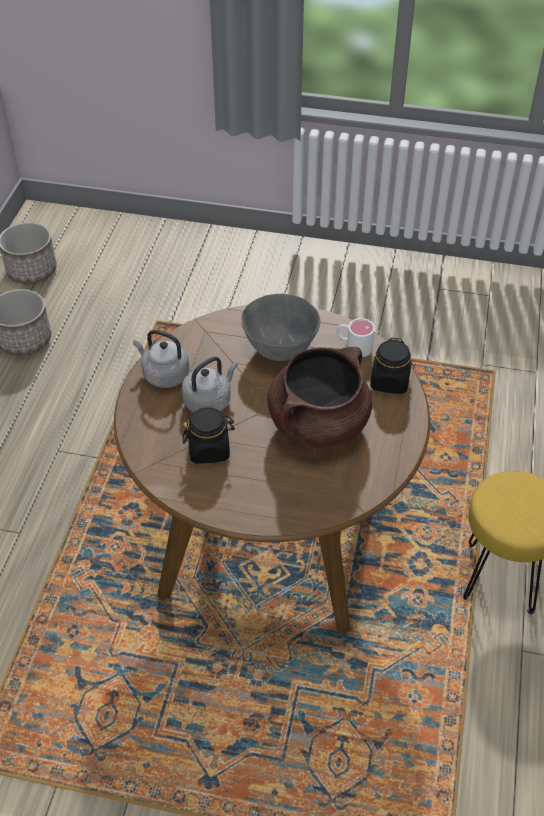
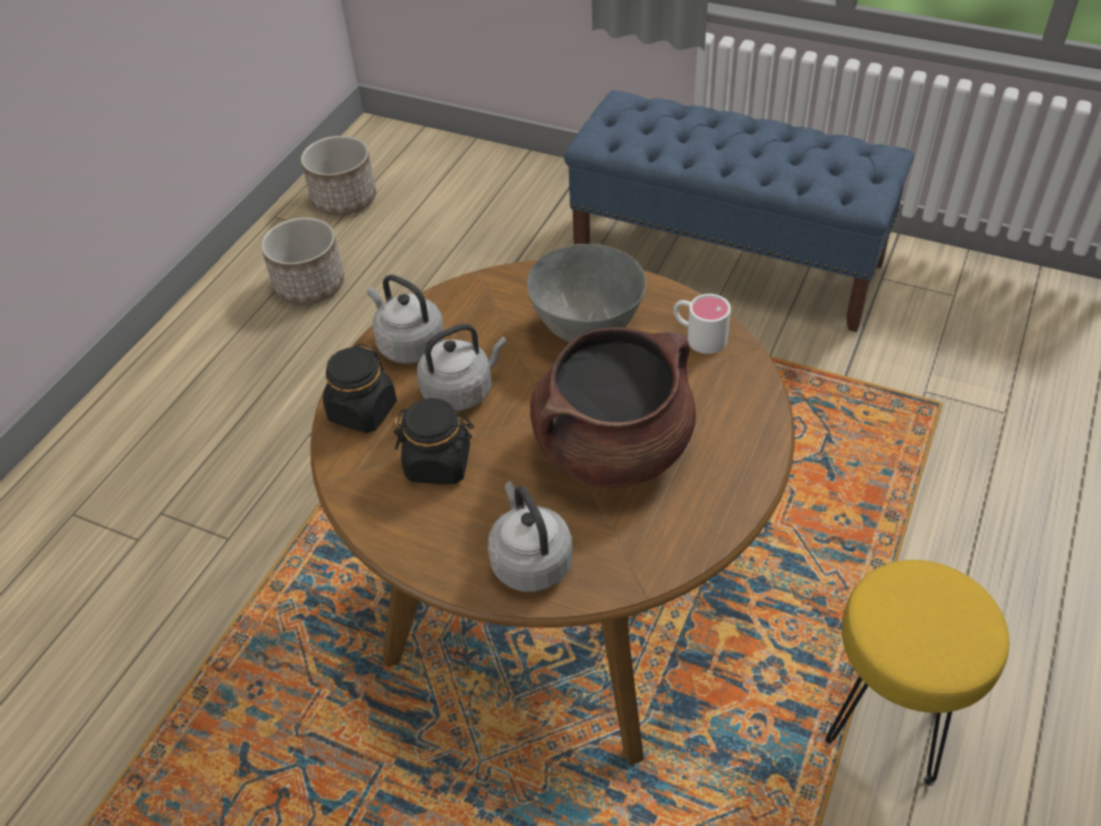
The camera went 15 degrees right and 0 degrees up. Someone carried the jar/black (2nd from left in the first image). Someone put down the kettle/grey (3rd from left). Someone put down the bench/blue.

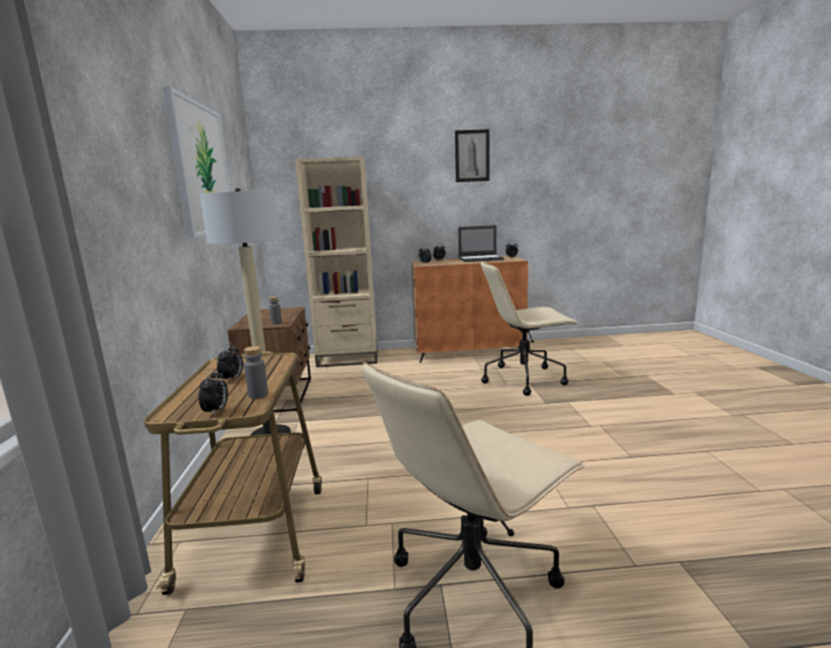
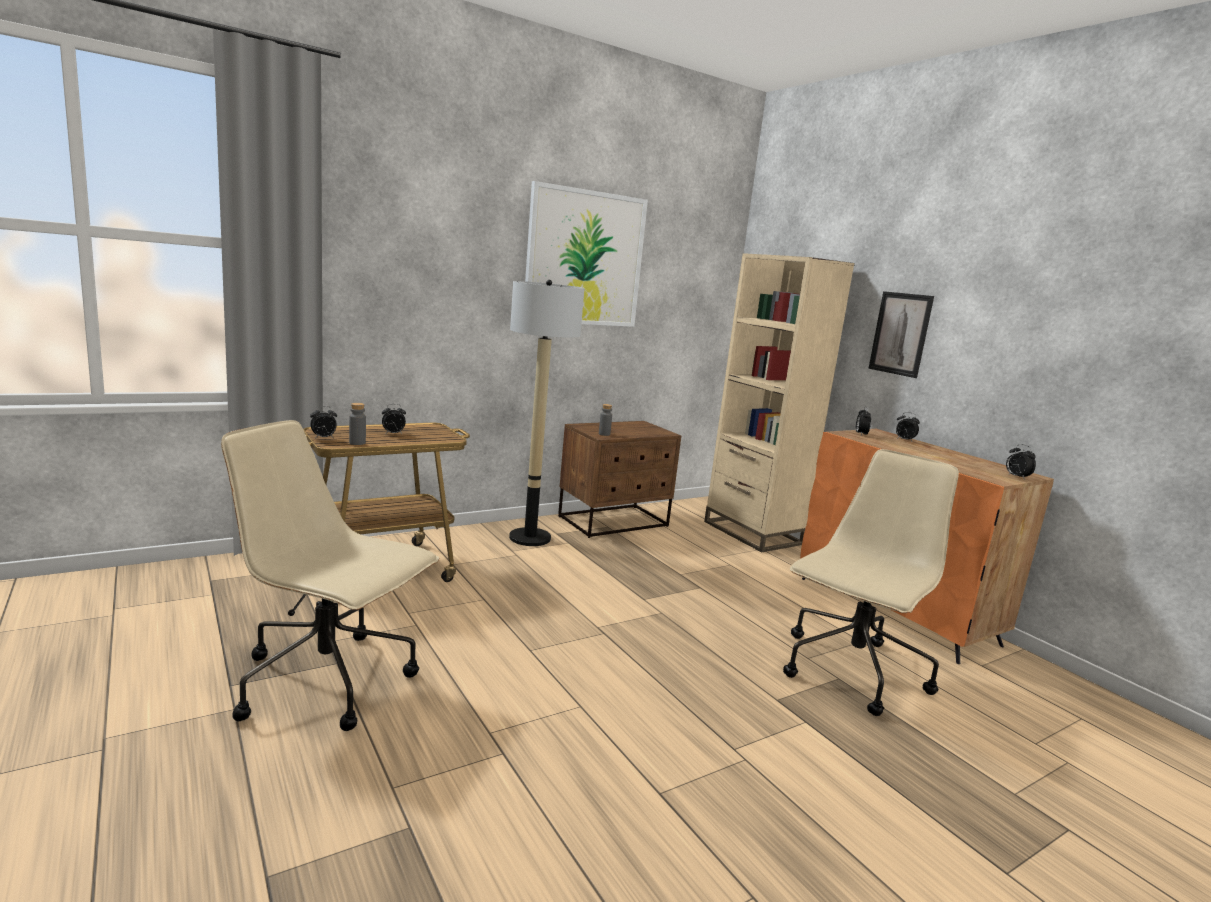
The camera went 60 degrees right and 0 degrees up. Someone rotated the office chair/beige (2nd from left) by 75 degrees clockwise. Someone carried the picture (2nd from left). Someone took away the laptop.

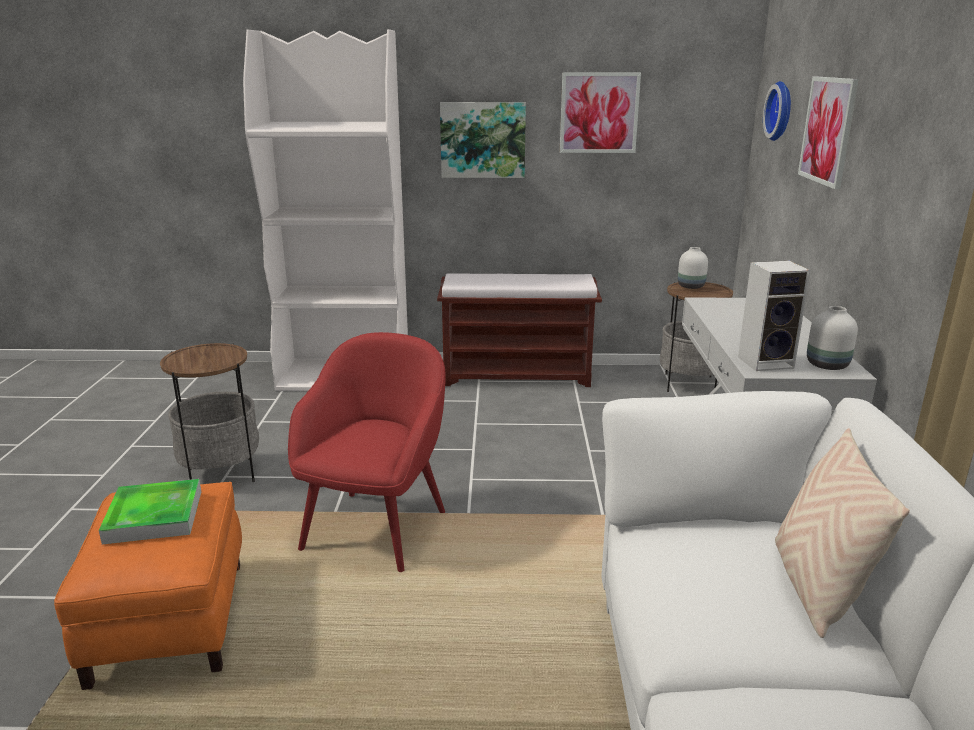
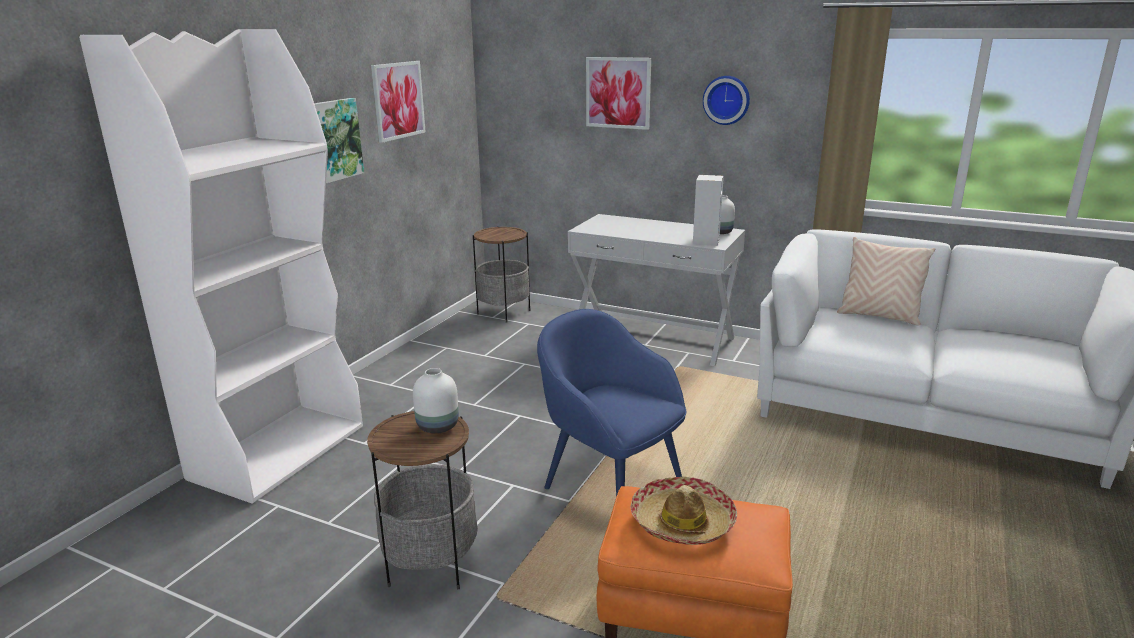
The camera went 65 degrees left and 0 degrees up. Someone carried the vase/white (1st from left). Someone repainted the armchair/red, which became the armchair/blue. Someone swapped the tray for the hat. Someone carried the wall clock. Someone took away the bench/brown.

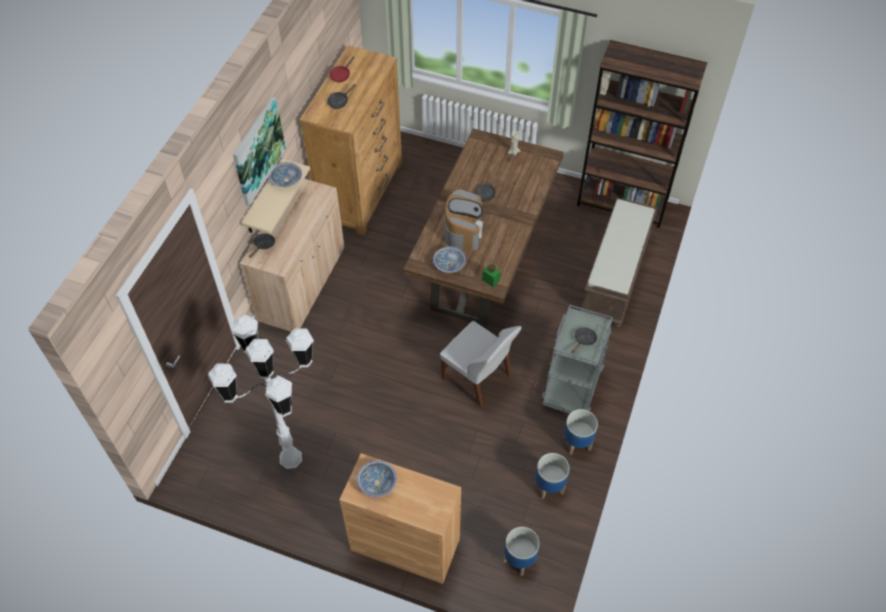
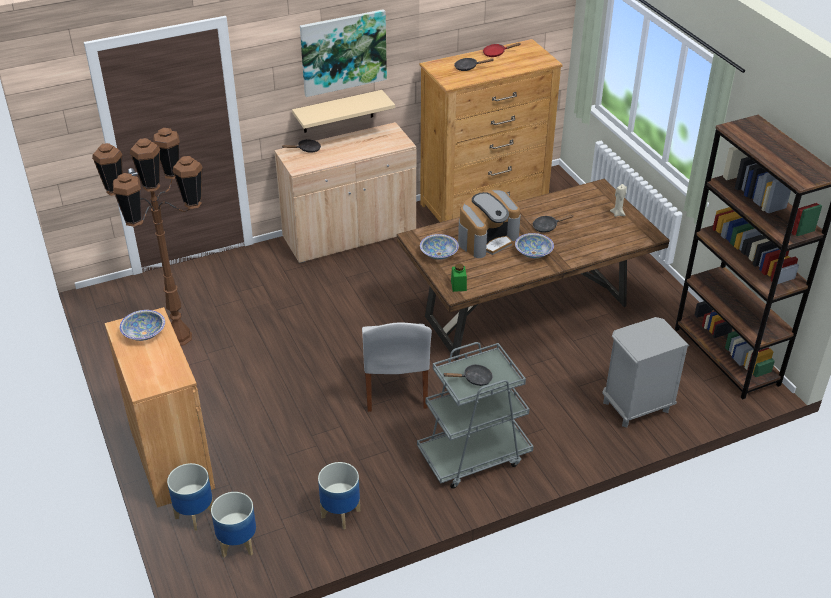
The camera went 45 degrees right and 15 degrees down. Someone repainted the floor lamp/white, which became the floor lamp/brown. Someone carried the planter (3rd from left in the first image). Someone carried the bowl (1st from left in the first image). Someone swapped the bench/brown for the nightstand/grey.

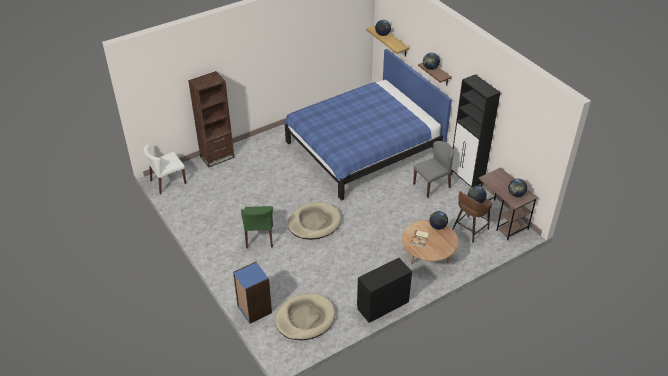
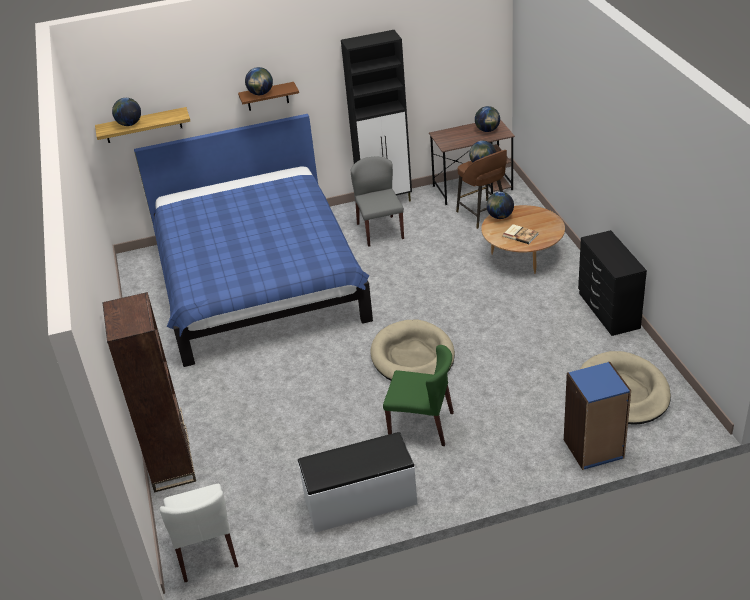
The camera went 70 degrees left and 5 degrees down. Someone put down the bench/white.

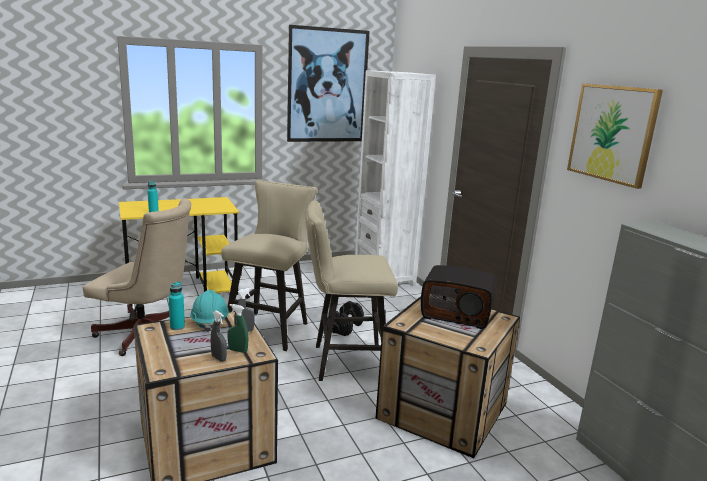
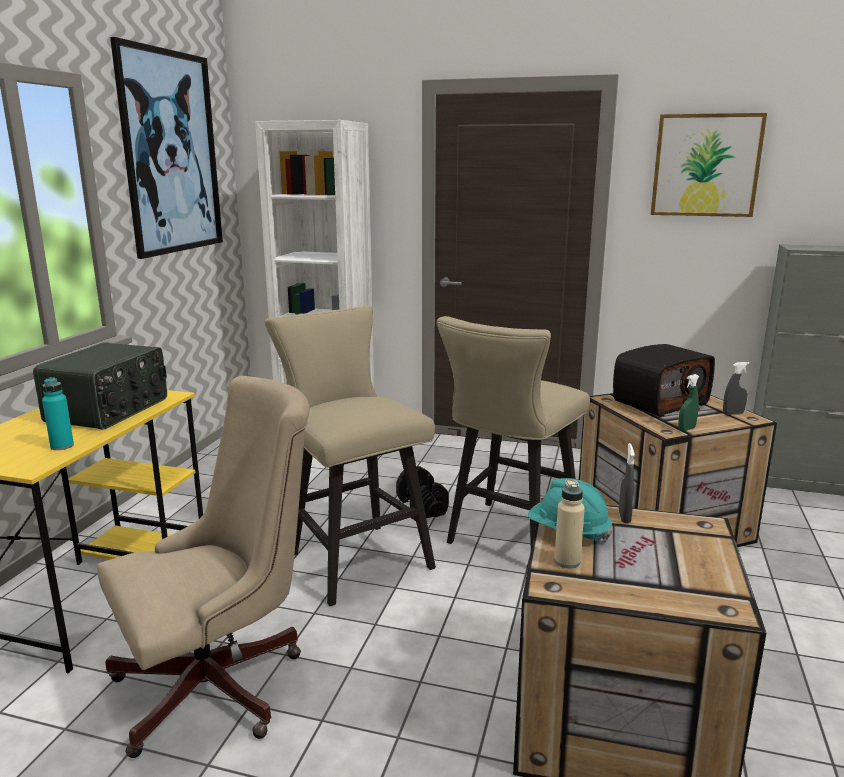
The camera went 50 degrees left and 0 degrees up. Someone put down the radio (1st from left). Someone repainted the bottle/turquoise (2nd from left), which became the bottle/beige. Someone carried the spray bottle/green. Someone carried the spray bottle/grey (1st from left in the first image).

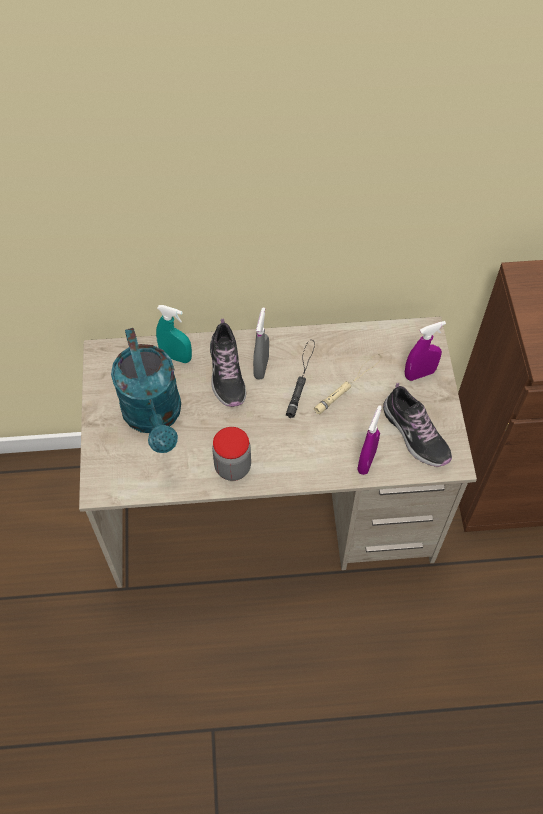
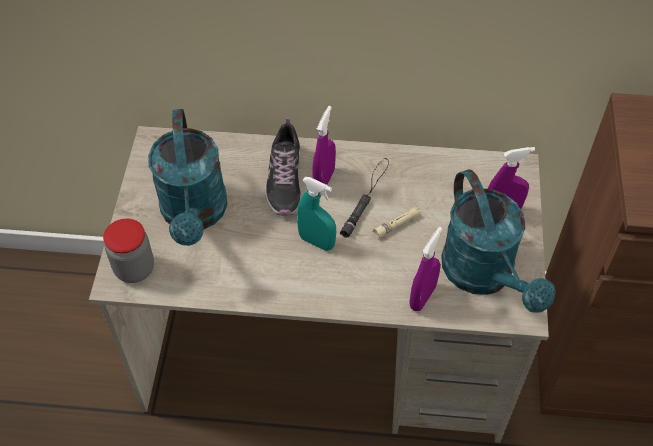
The camera went 10 degrees right and 5 degrees down. Someone carried the jar. Someone carried the spray bottle/turquoise. Someone repainted the spray bottle/grey, which became the spray bottle/purple (1st from left). Someone swapped the shoe (2nd from left) for the watering can/turquoise (2nd from left).

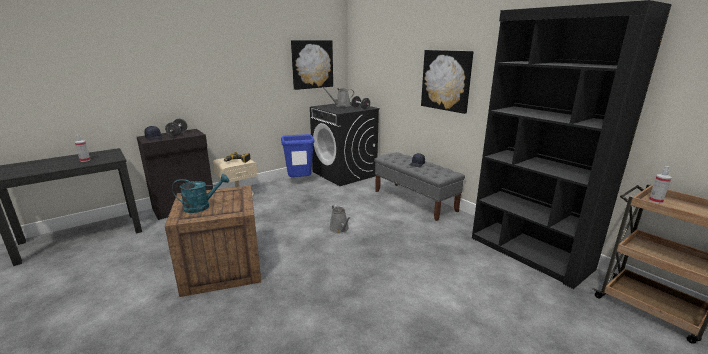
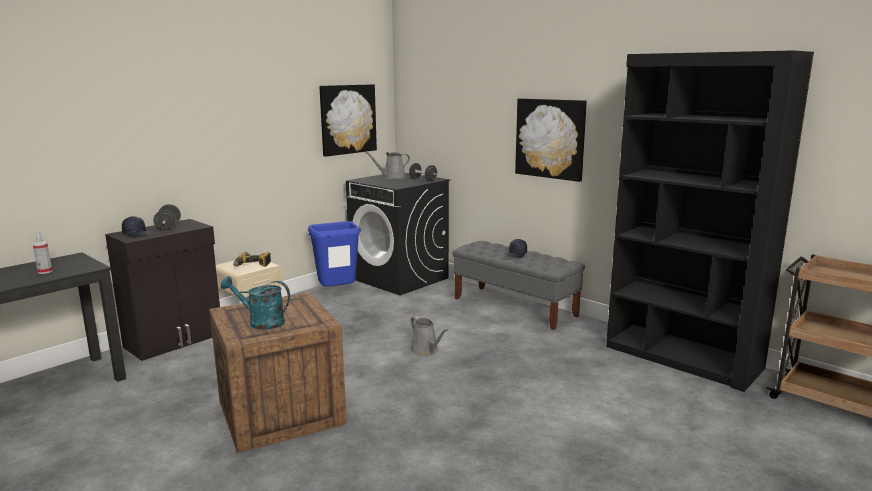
The camera went 10 degrees left and 5 degrees down. Someone rotated the watering can/turquoise by 135 degrees counterclockwise. Someone took away the spray bottle (2nd from left).

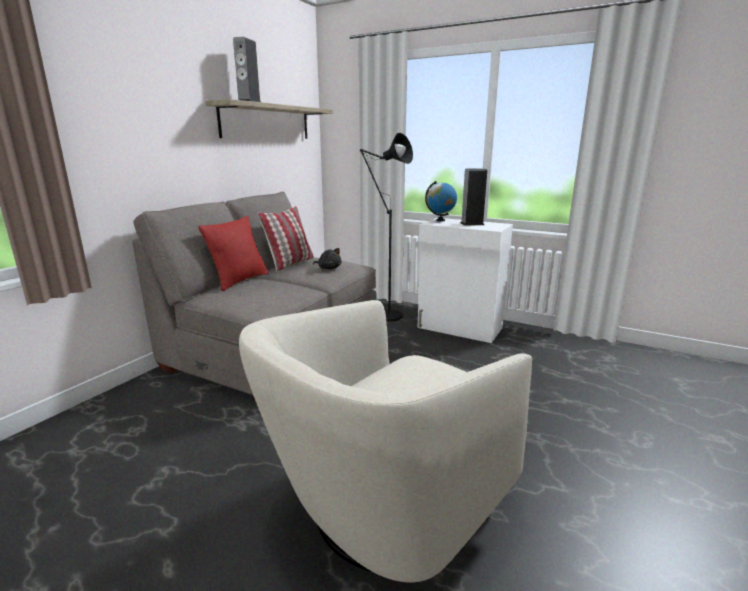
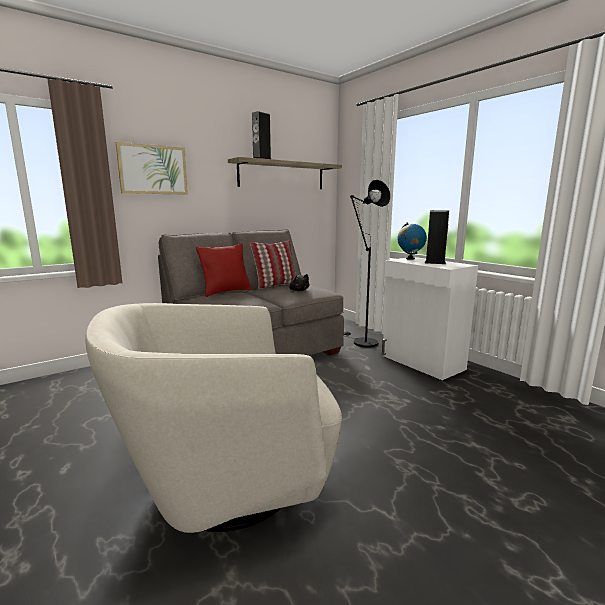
The camera went 25 degrees right and 5 degrees down. Someone put up the picture.

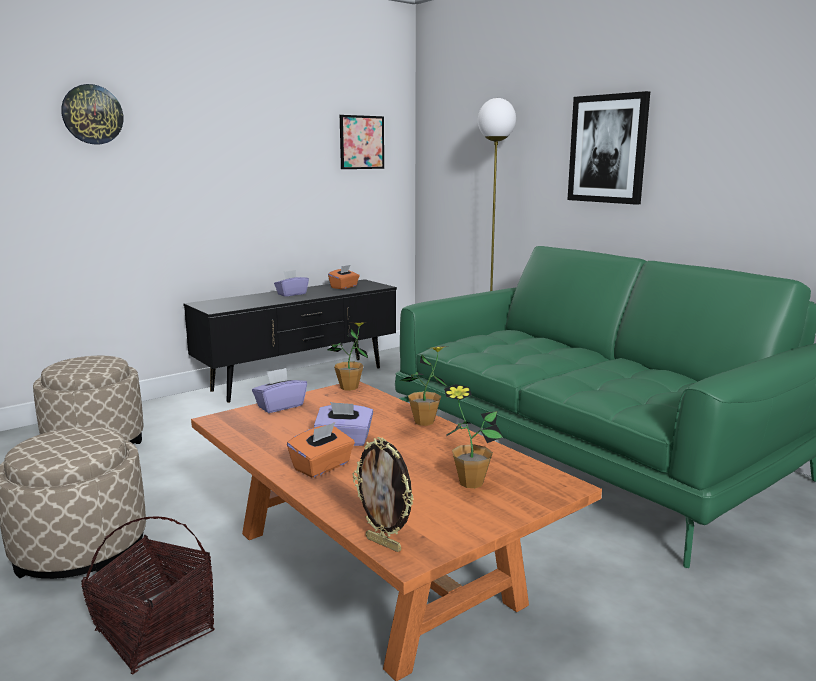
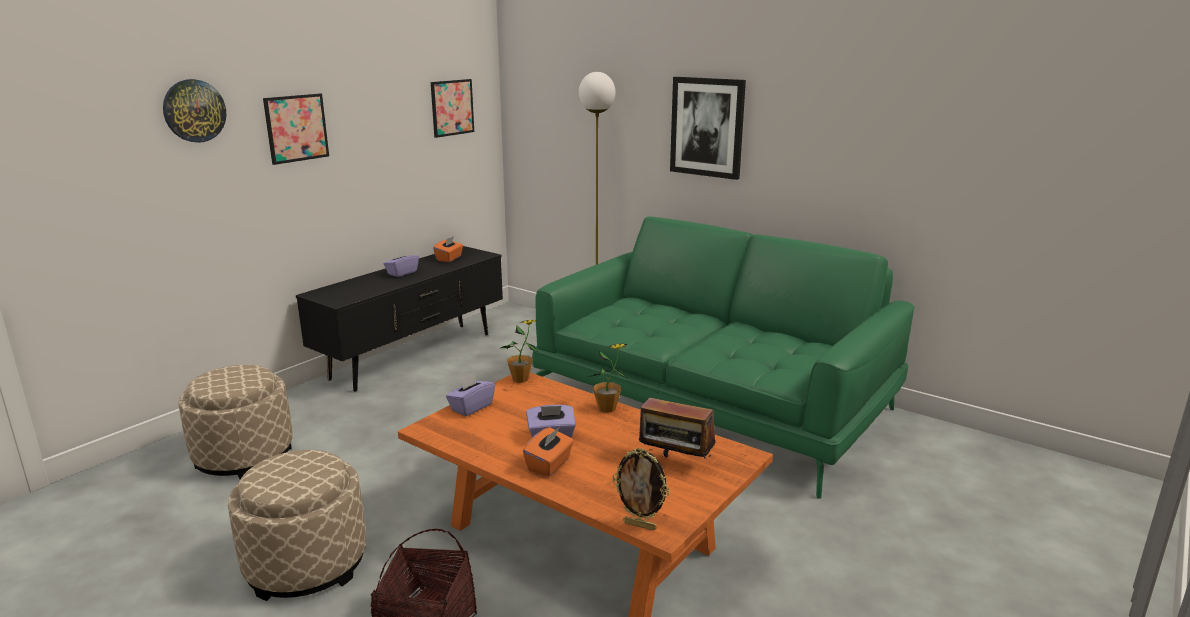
The camera went 15 degrees left and 5 degrees up. Someone put up the picture (1st from left). Someone swapped the potted plant (3rd from left) for the radio.

